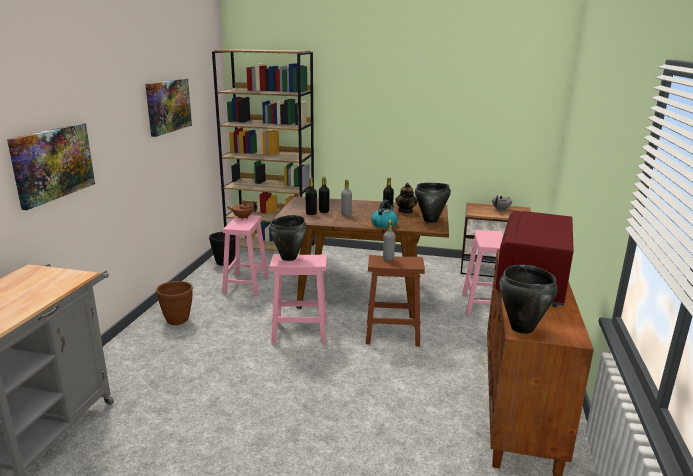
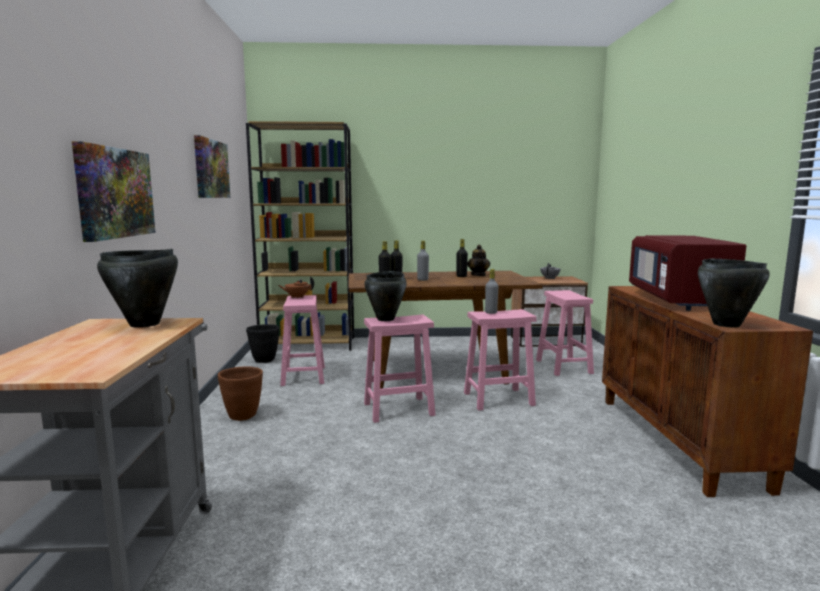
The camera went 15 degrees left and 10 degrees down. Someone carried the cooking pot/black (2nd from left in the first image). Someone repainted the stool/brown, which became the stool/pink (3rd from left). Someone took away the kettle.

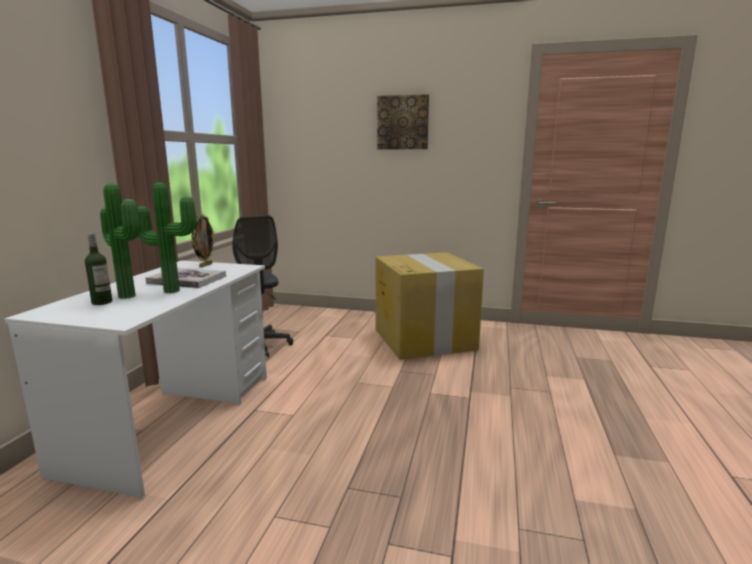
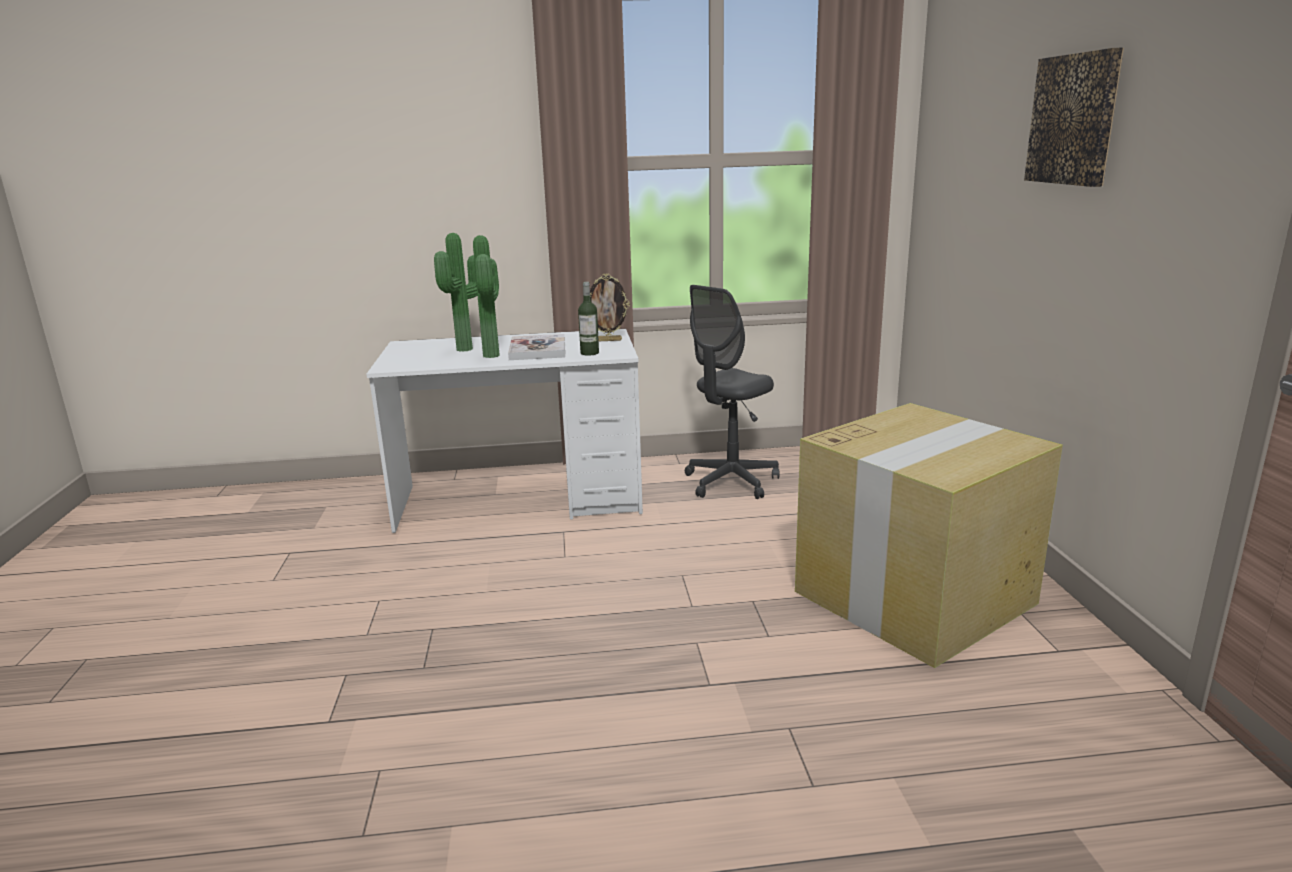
The camera went 70 degrees right and 5 degrees up. Someone carried the bottle.

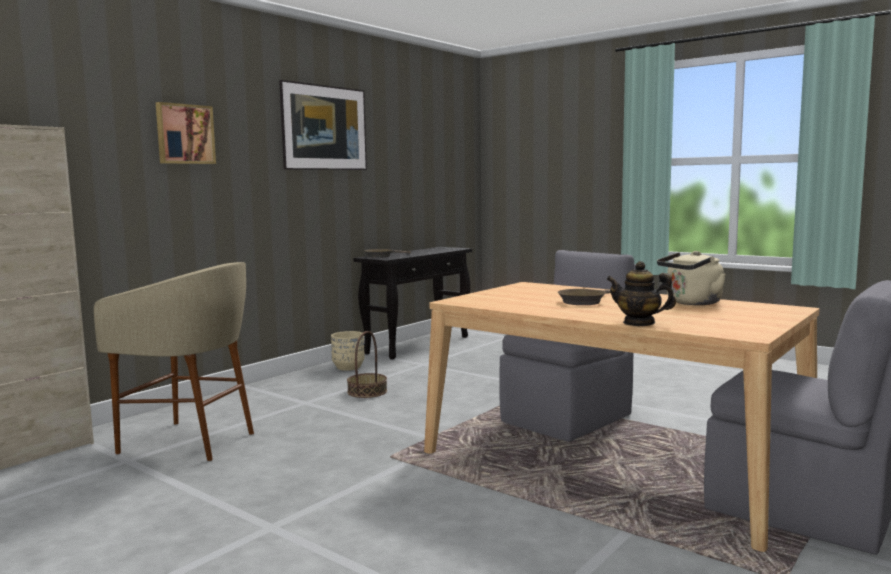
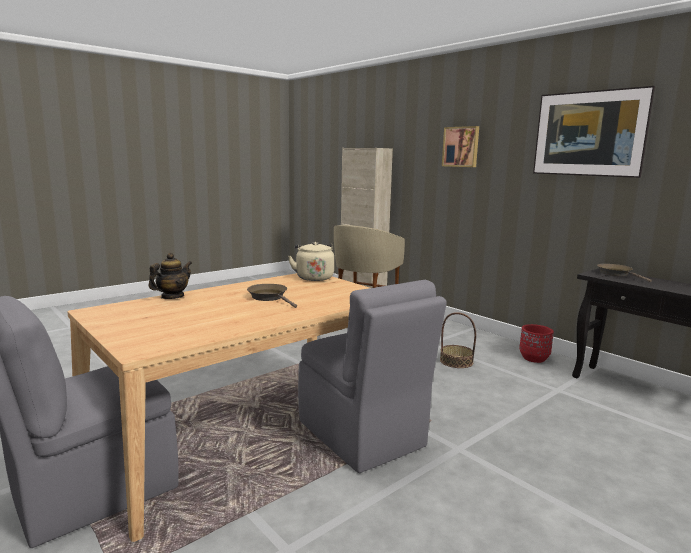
The camera went 100 degrees right and 5 degrees up. Someone carried the kettle/beige. Someone repainted the planter/beige, which became the planter/red.

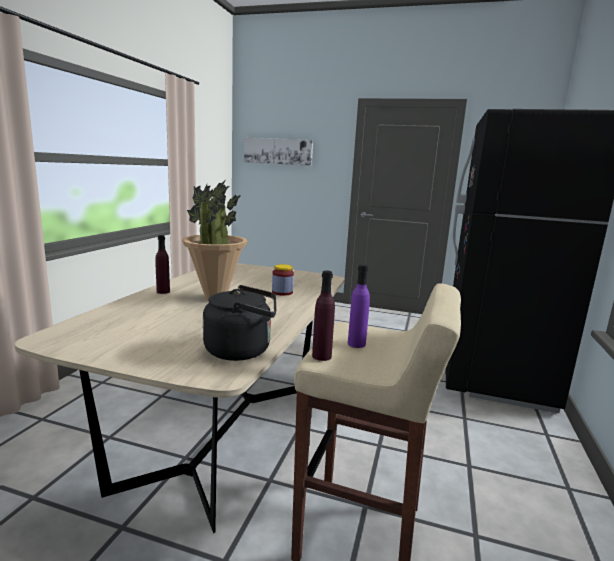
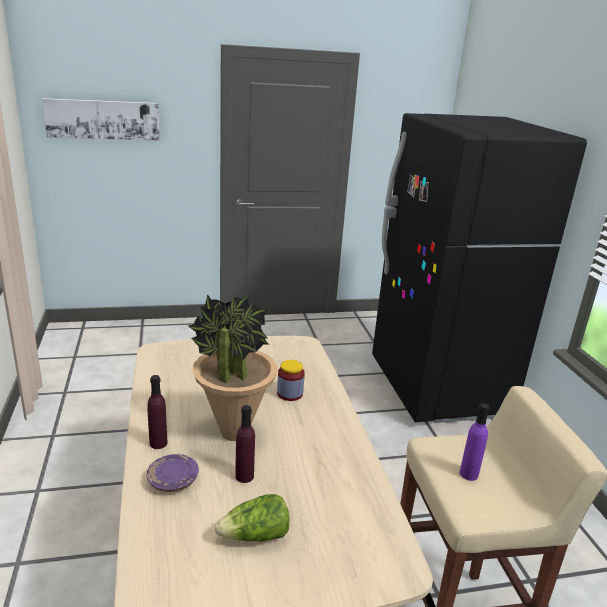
The camera went 30 degrees left and 10 degrees up. Someone put down the plate/purple. Someone put down the lettuce. Someone carried the bottle/purple (2nd from left). Someone took away the kettle/black.

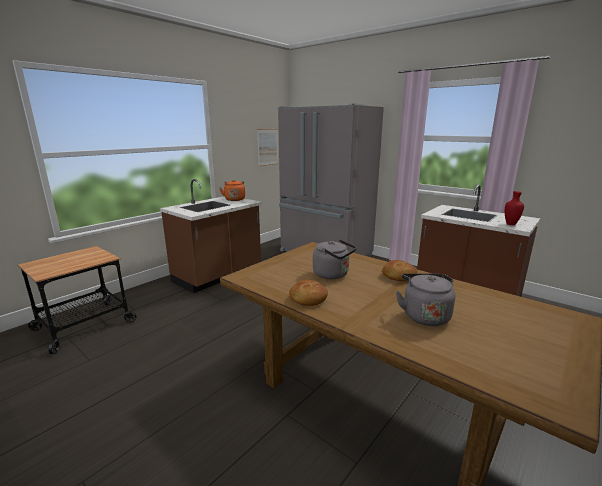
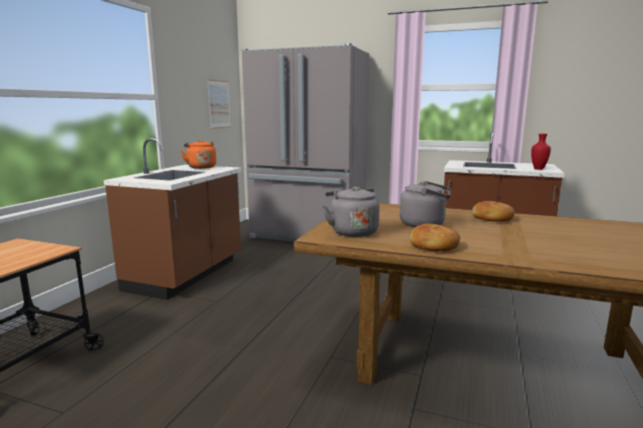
The camera went 20 degrees left and 5 degrees down. Someone carried the kettle/grey (2nd from left in the first image).

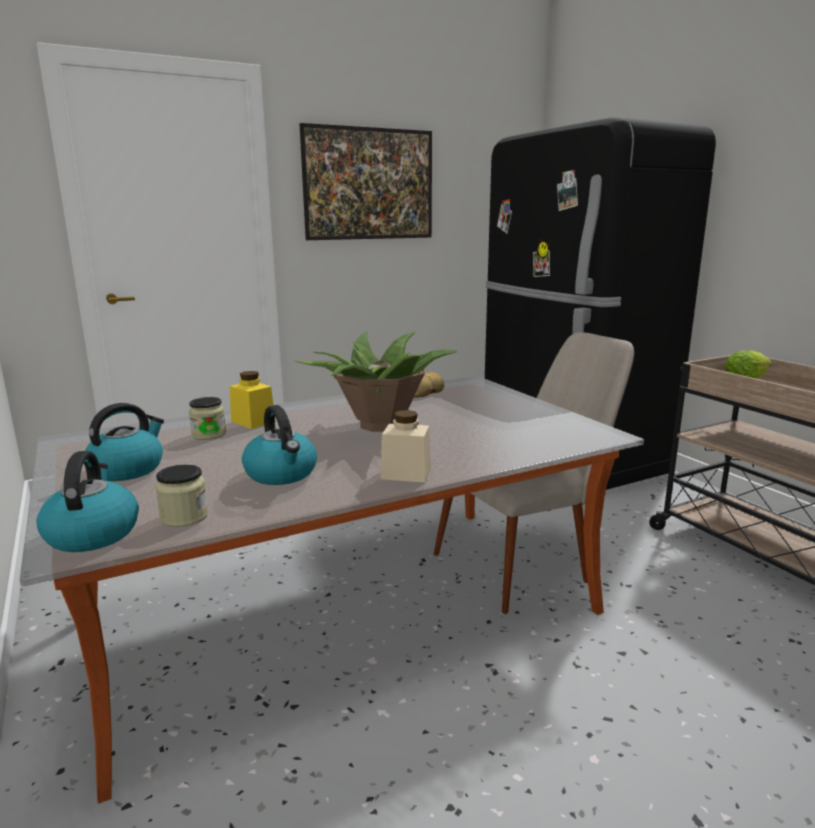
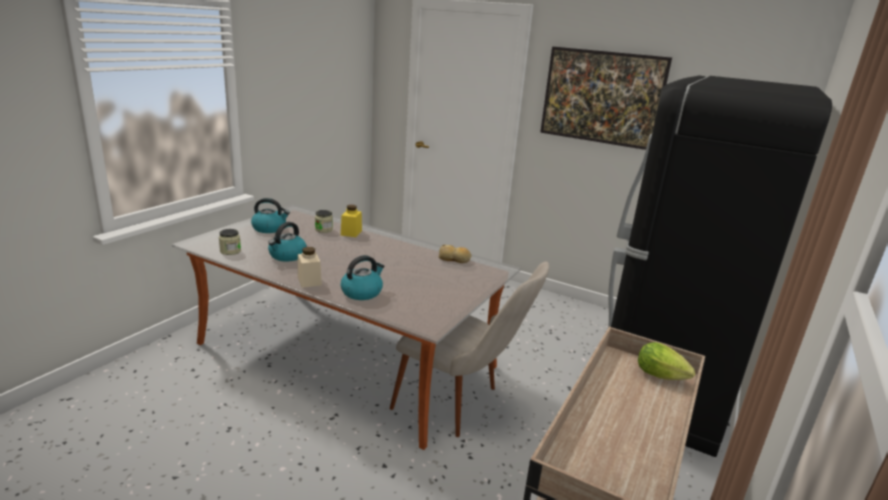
The camera went 55 degrees right and 5 degrees up. Someone carried the kettle (1st from left in the first image). Someone took away the potted plant.

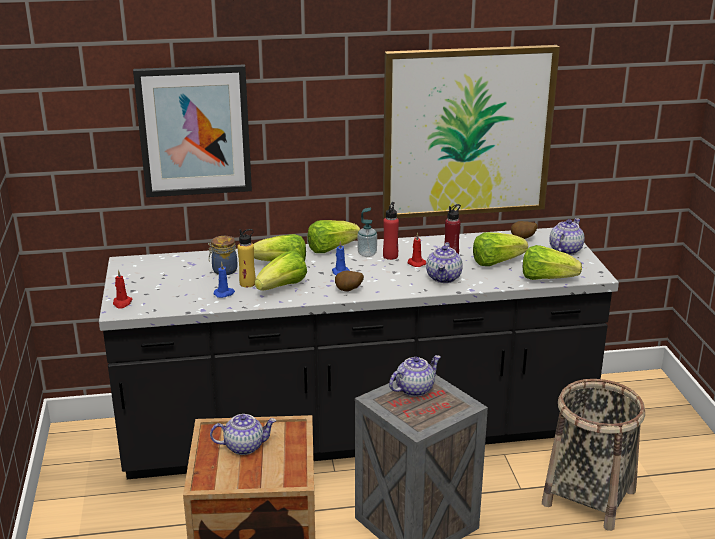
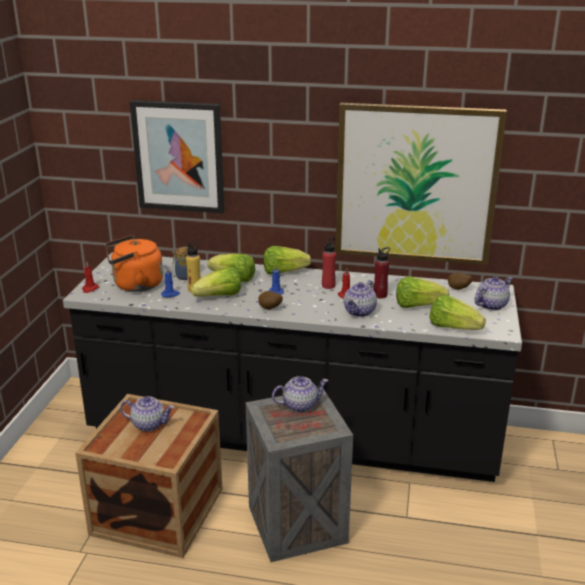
The camera went 20 degrees right and 0 degrees up. Someone put down the kettle/orange. Someone took away the soap dispenser. Someone took away the basket.

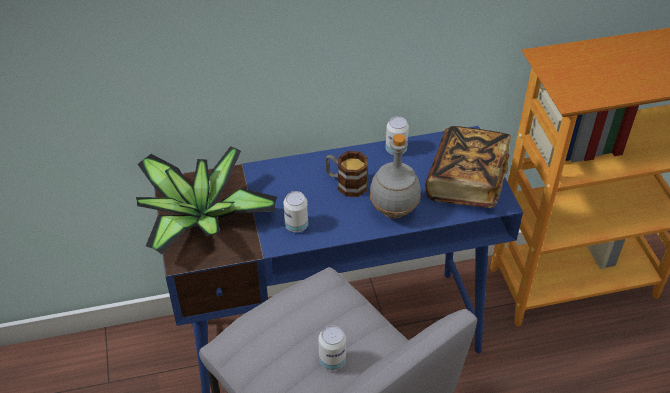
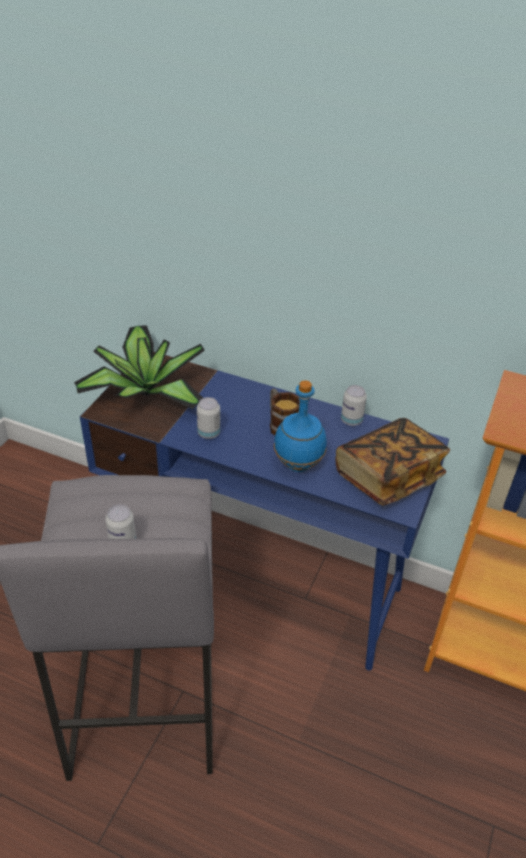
The camera went 35 degrees right and 5 degrees down. Someone repainted the bottle/grey, which became the bottle/blue.

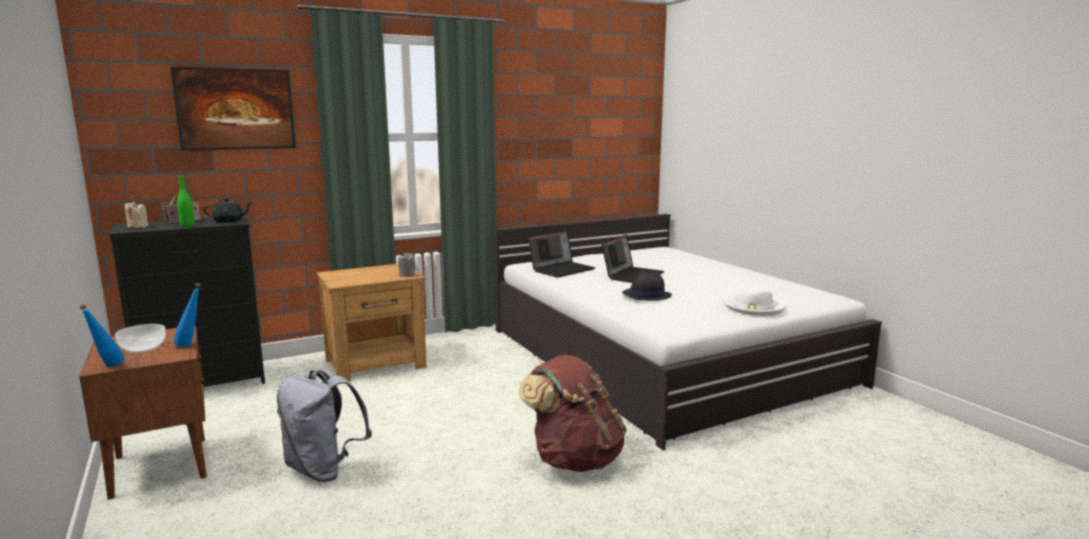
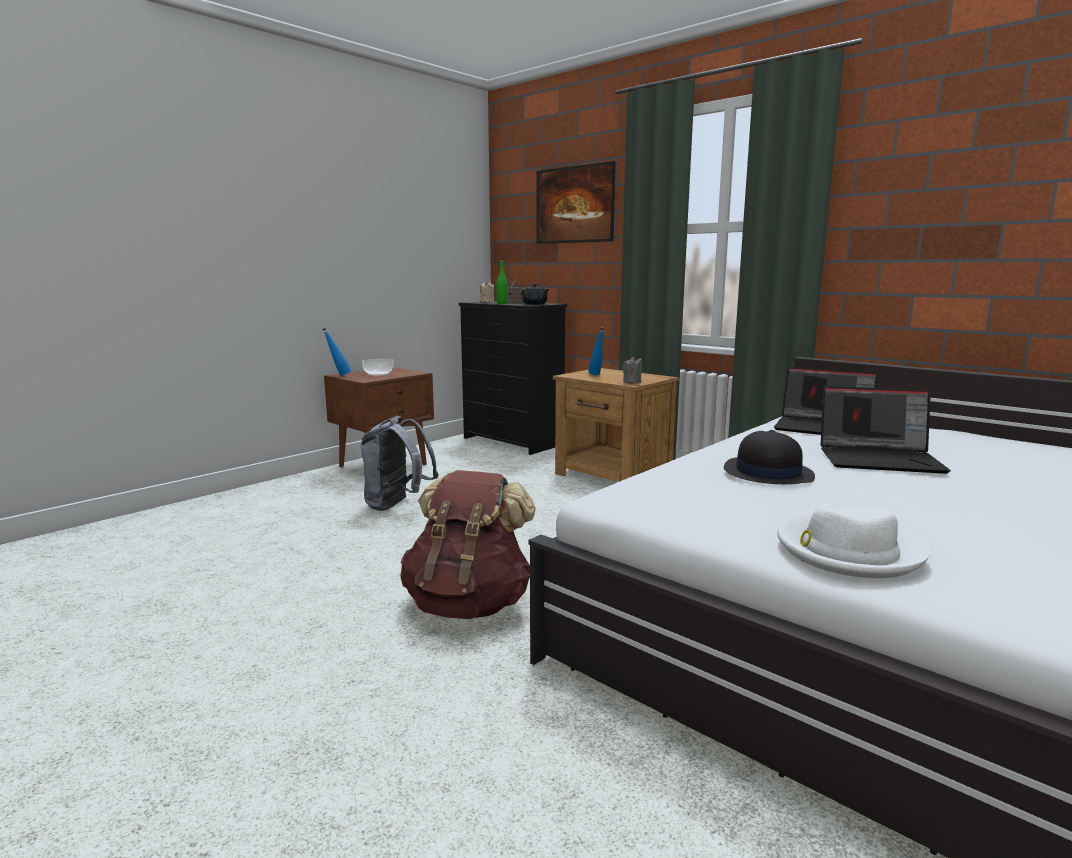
The camera went 70 degrees right and 0 degrees up. Someone carried the bottle/blue (2nd from left).

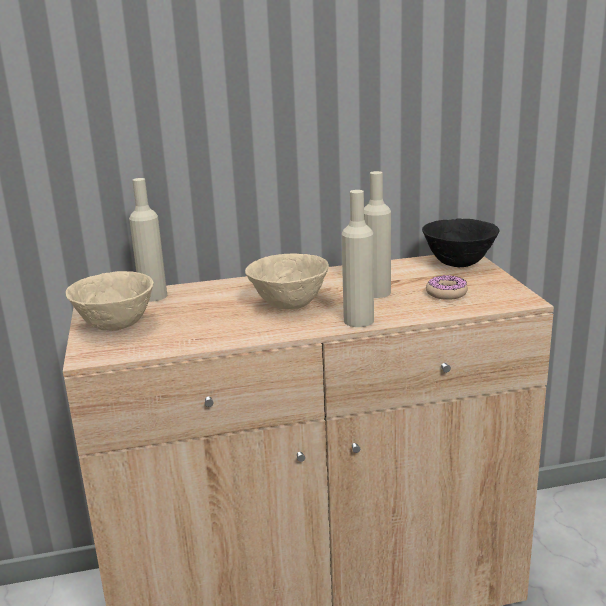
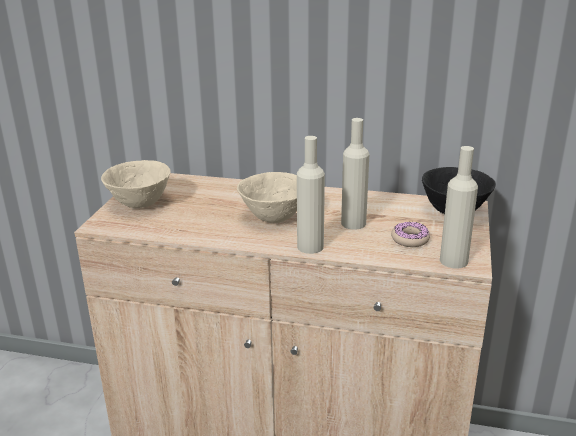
The camera went 25 degrees right and 5 degrees up. Someone carried the bottle/beige (1st from left in the first image).

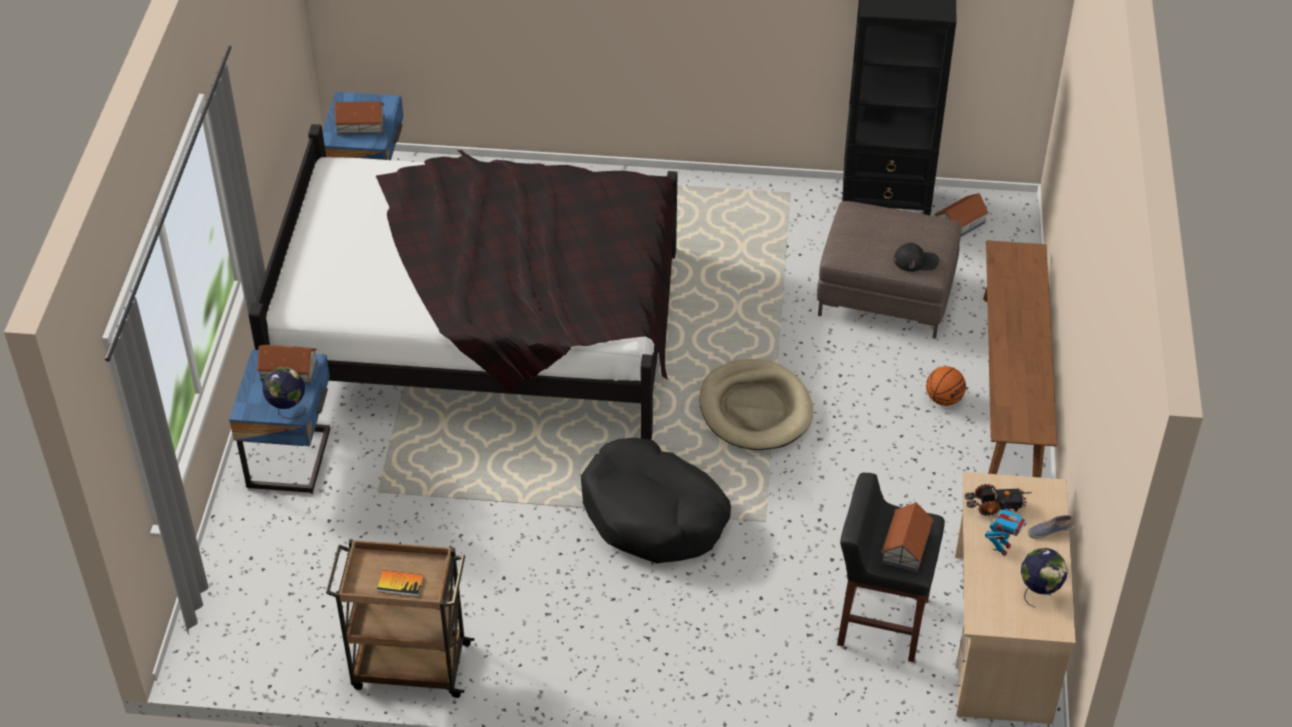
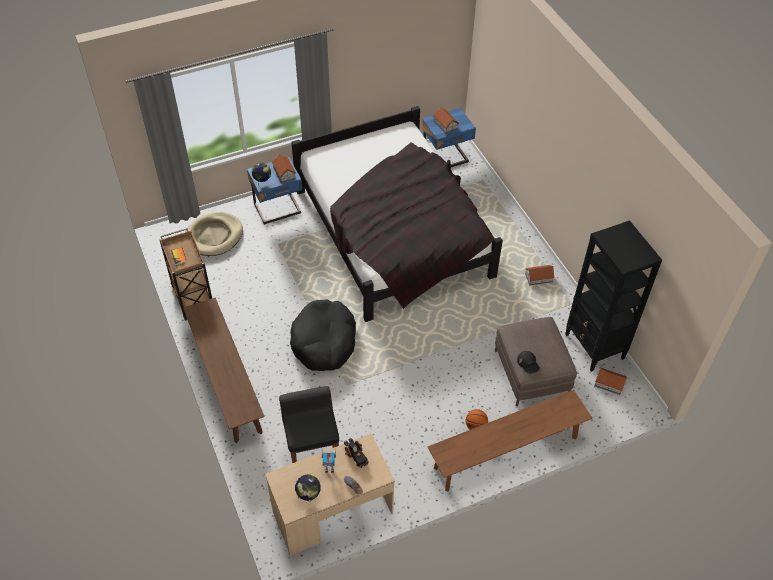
The camera went 60 degrees right and 5 degrees up. Someone put down the bench/brown (1st from left). Someone carried the dog bed/beige. Someone carried the toy house (3rd from left).

